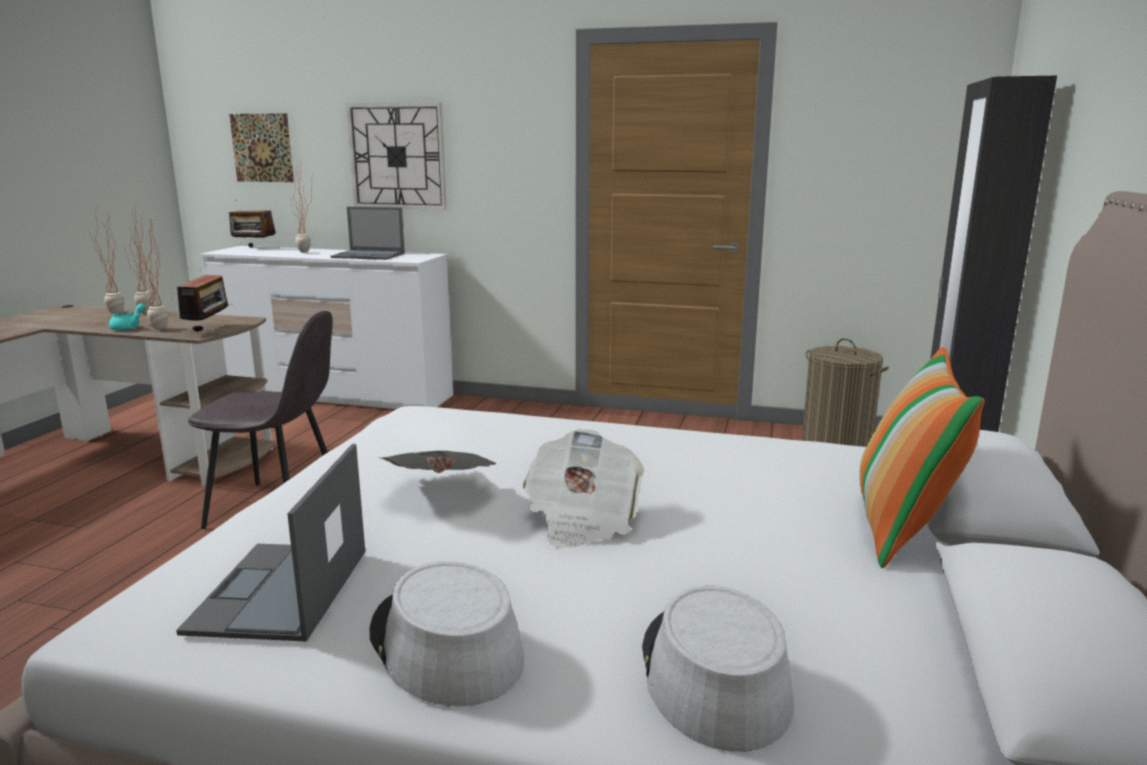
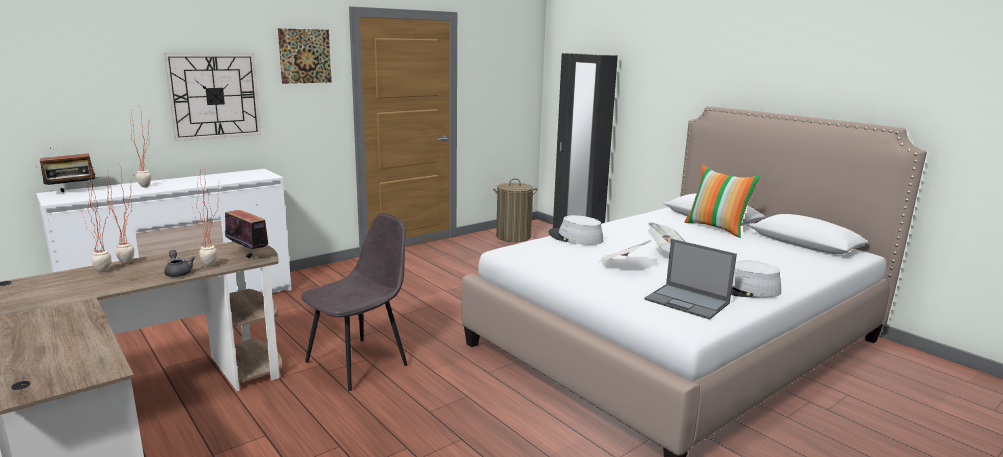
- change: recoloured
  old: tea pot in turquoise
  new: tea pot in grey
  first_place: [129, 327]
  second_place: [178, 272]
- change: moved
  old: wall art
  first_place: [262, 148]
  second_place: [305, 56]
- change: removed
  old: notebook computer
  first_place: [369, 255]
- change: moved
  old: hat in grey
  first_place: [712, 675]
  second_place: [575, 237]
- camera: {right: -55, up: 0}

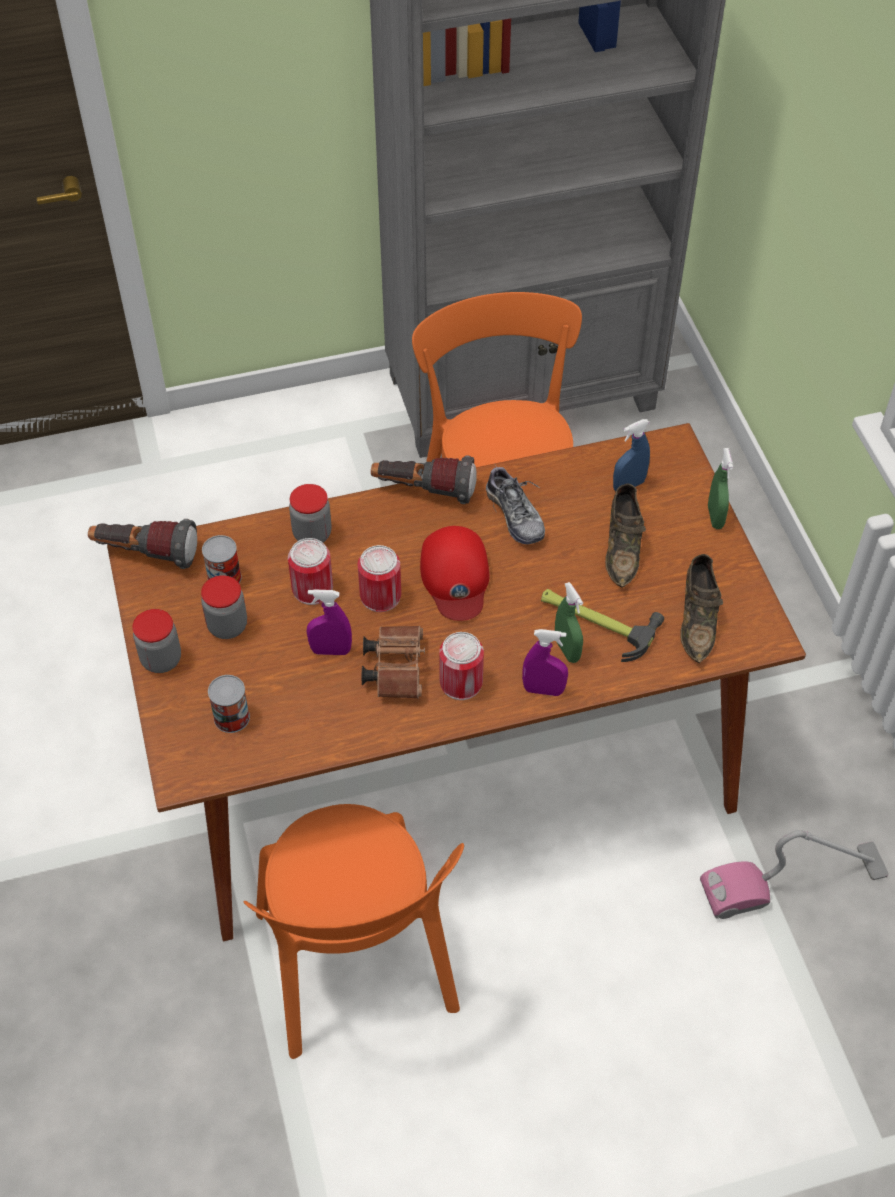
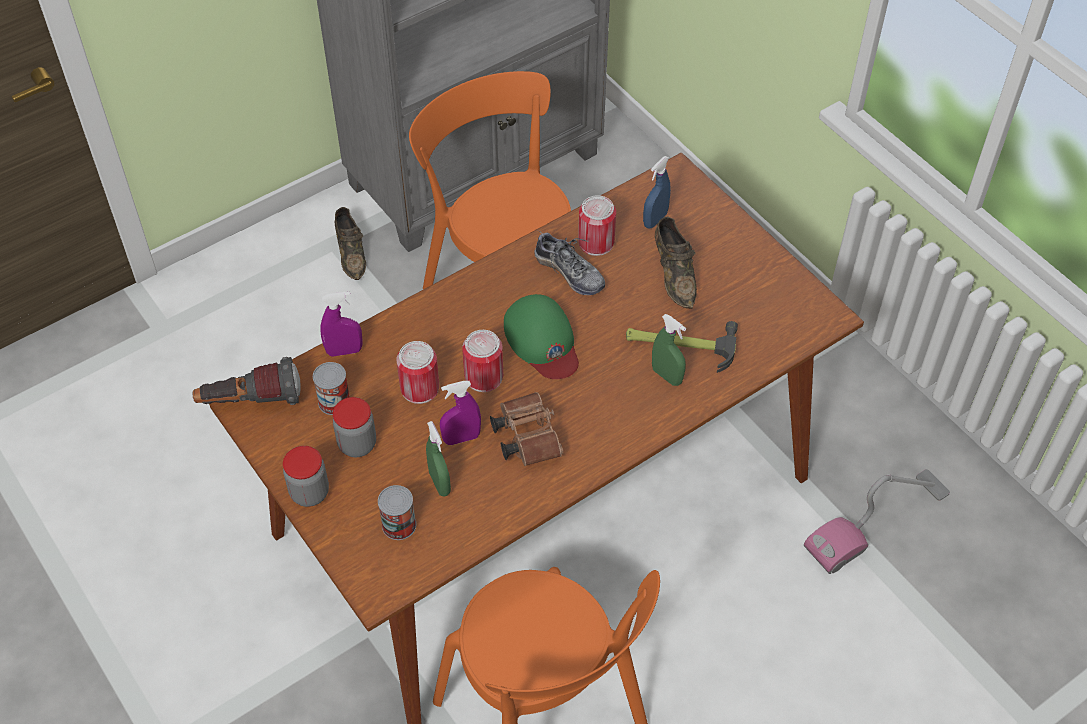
- change: removed
  old: jar
  first_place: [312, 534]
- change: removed
  old: flashlight
  first_place: [423, 491]
- change: recoloured
  old: peaked cap in reddish
  new: peaked cap in green
  first_place: [455, 577]
  second_place: [542, 341]
- change: moved
  old: metal can
  first_place: [461, 682]
  second_place: [596, 242]
- change: moved
  old: hand sprayer in purple-coloured
  first_place: [543, 690]
  second_place: [344, 351]
- change: moved
  old: low shoe in brownish
  first_place: [697, 620]
  second_place: [351, 254]
- change: moved
  old: hand sprayer in green
  first_place: [715, 517]
  second_place: [439, 483]
- camera: {right: -20, up: 0}

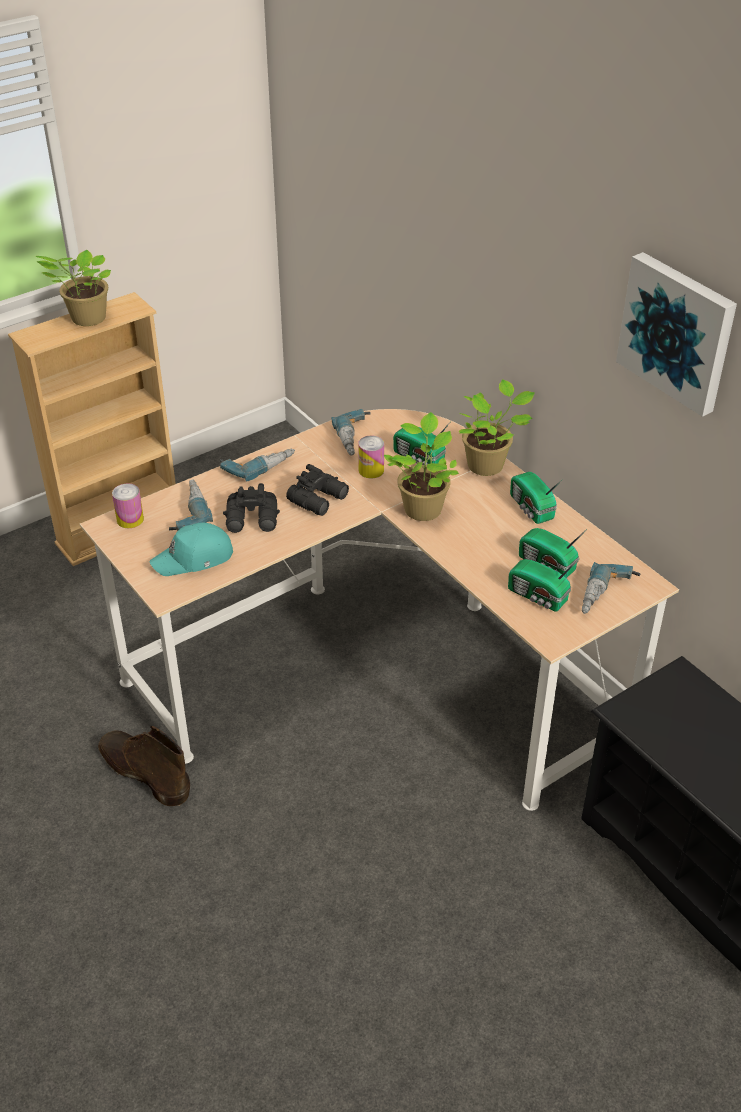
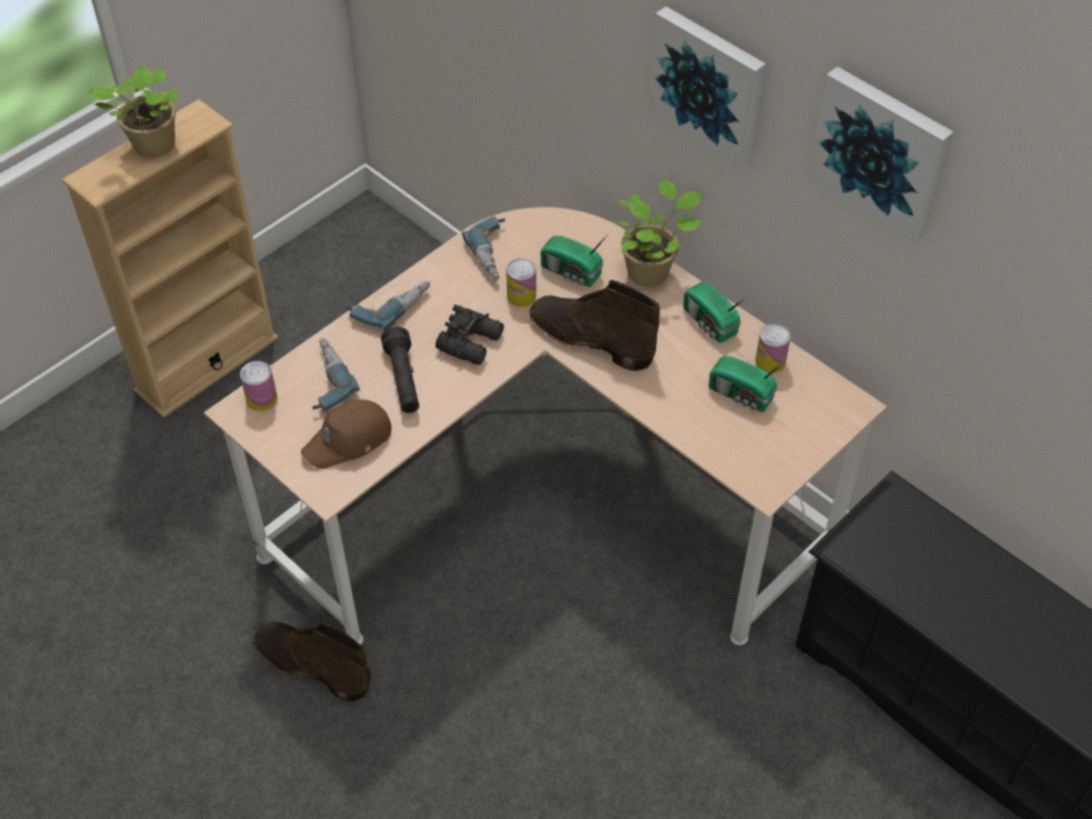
- change: recoloured
  old: peaked cap in turquoise
  new: peaked cap in brownish
  first_place: [194, 558]
  second_place: [349, 440]
- change: replaced
  old: binoculars in blackish
  new: flashlight in blackish
  first_place: [253, 520]
  second_place: [403, 380]
- change: replaced
  old: plant in a pot
  new: high-top boot in brownish
  first_place: [423, 507]
  second_place: [590, 338]
- change: removed
  old: radio
  first_place: [538, 597]
- change: removed
  old: drill
  first_place: [608, 597]
- change: added
  new: wall art
  second_place: [709, 85]
- change: added
  new: metal can
  second_place: [770, 361]
- camera: {right: -10, up: 10}

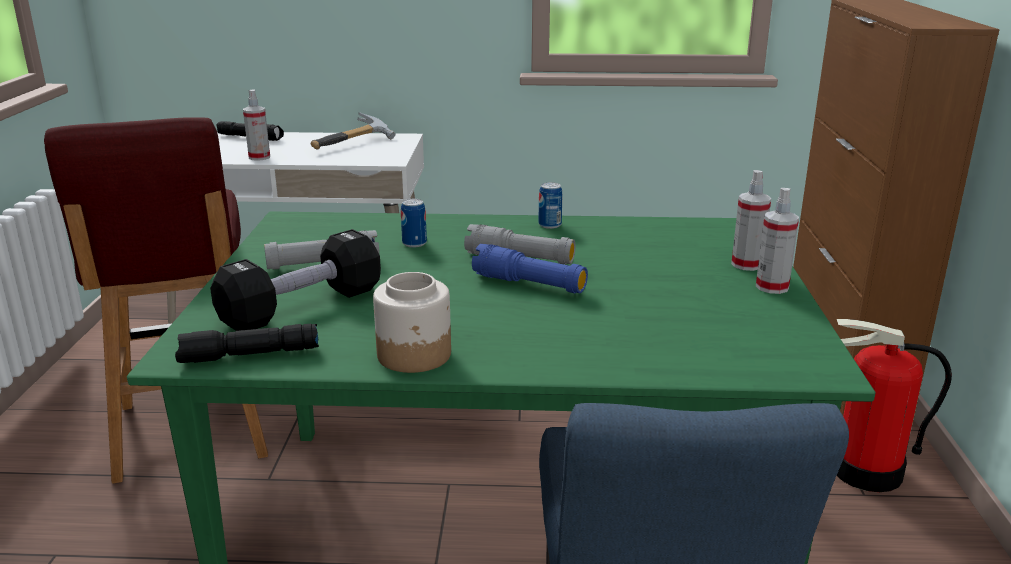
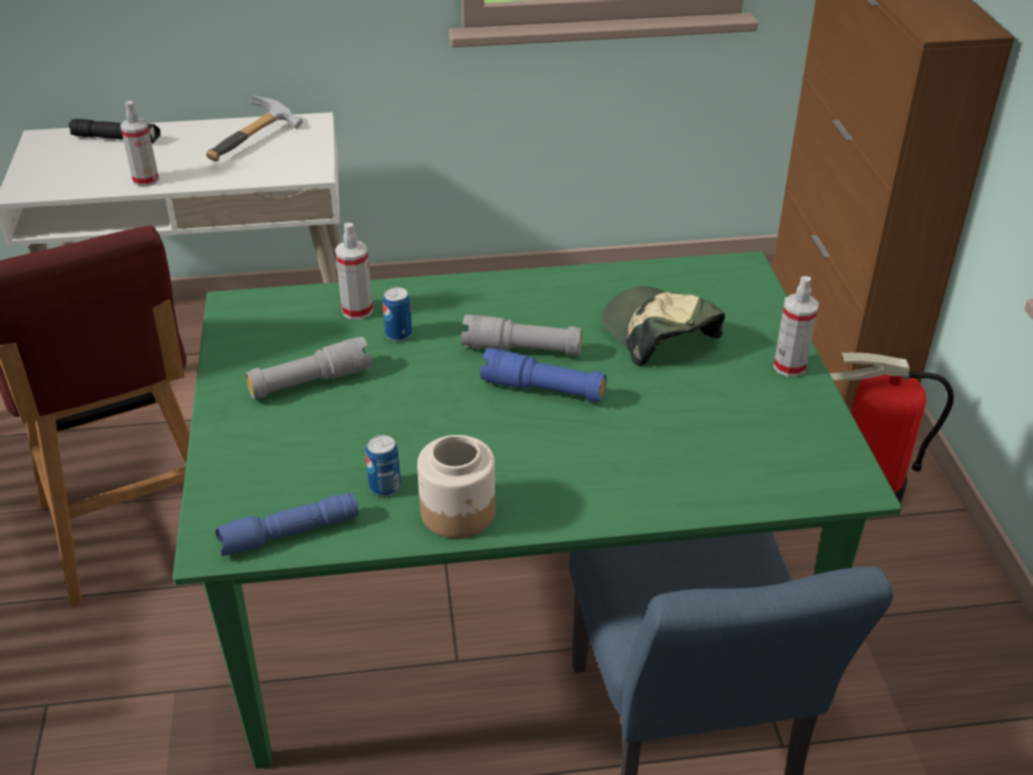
- change: recoloured
  old: flashlight in blackish
  new: flashlight in blue-coloured
  first_place: [248, 356]
  second_place: [289, 534]
- change: removed
  old: hand weight in blackish
  first_place: [302, 307]
- change: moved
  old: metal can
  first_place: [550, 225]
  second_place: [385, 487]
- change: moved
  old: hand sprayer
  first_place: [746, 264]
  second_place: [357, 310]
- change: added
  new: peaked cap
  second_place: [658, 333]
- camera: {right: -10, up: 15}

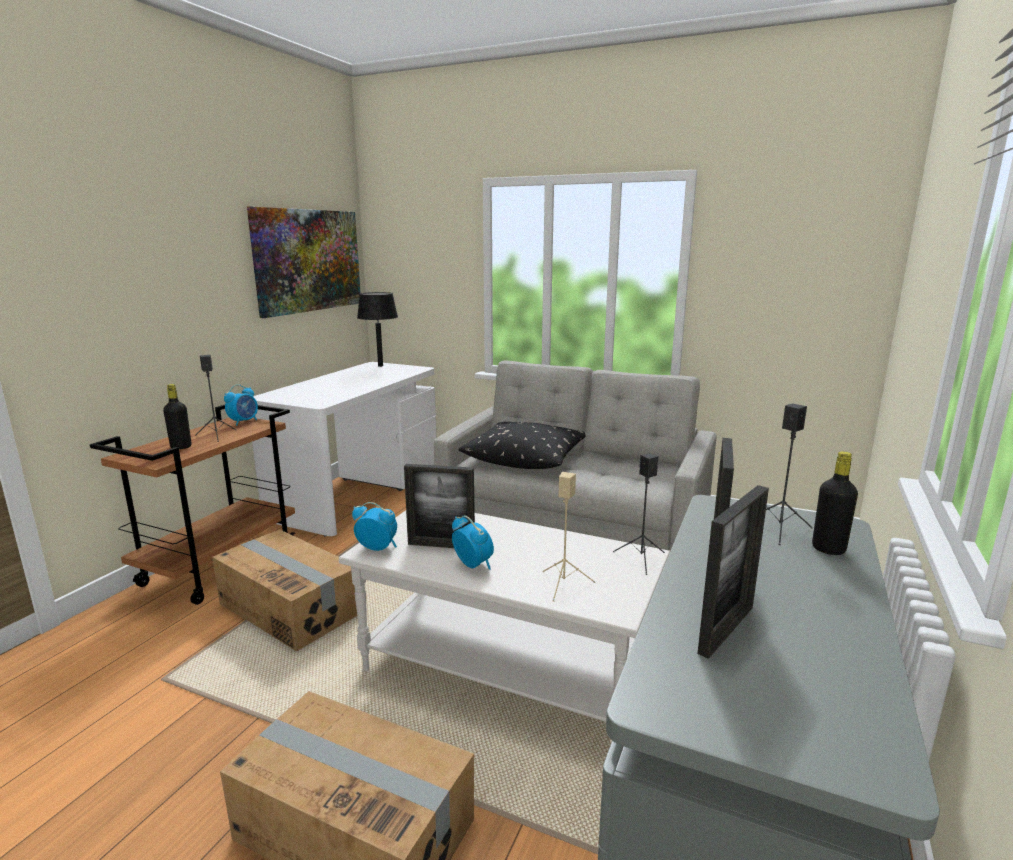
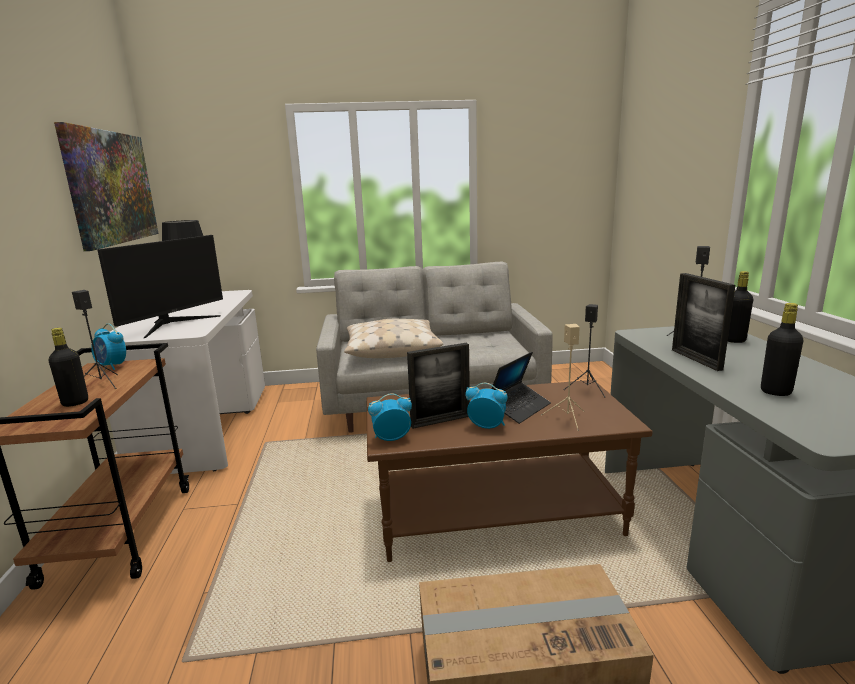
- change: removed
  old: carton
  first_place: [291, 608]
- change: turned
  old: table clock
  first_place: [244, 422]
  second_place: [112, 366]
  degrees: 120
- change: recoloured
  old: low table in whitish
  new: low table in brownish
  first_place: [508, 668]
  second_place: [497, 513]
- change: recoloured
  old: pillow in blackish
  new: pillow in sand-coloured
  first_place: [525, 457]
  second_place: [391, 349]
- change: replaced
  old: standing frame
  new: drink bottle in blackish
  first_place: [726, 629]
  second_place: [775, 392]
- change: added
  new: computer display
  second_place: [172, 324]
- change: added
  new: notebook computer
  second_place: [519, 408]
- camera: {right: -30, up: 0}

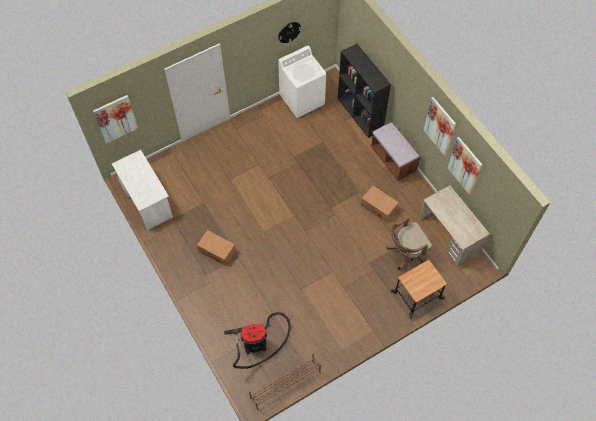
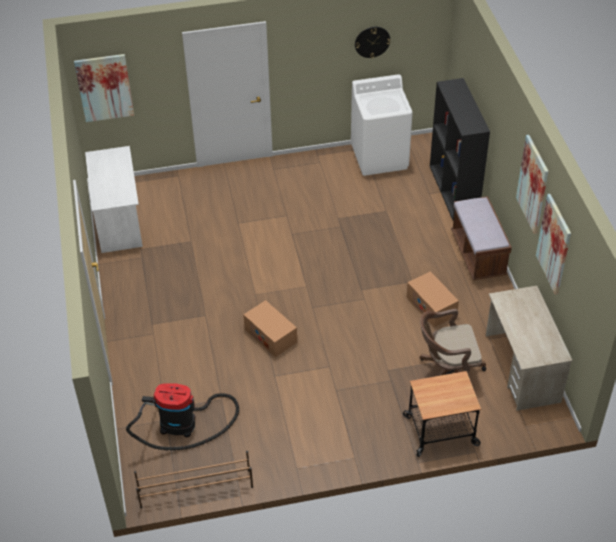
- change: moved
  old: carton
  first_place: [217, 251]
  second_place: [270, 335]
- camera: {right: 20, up: -15}

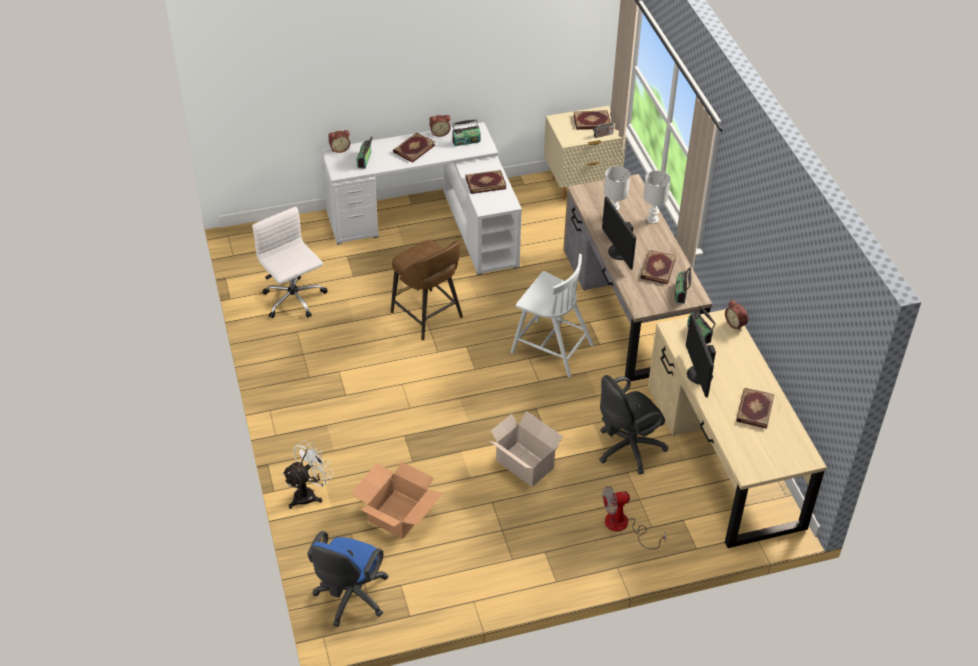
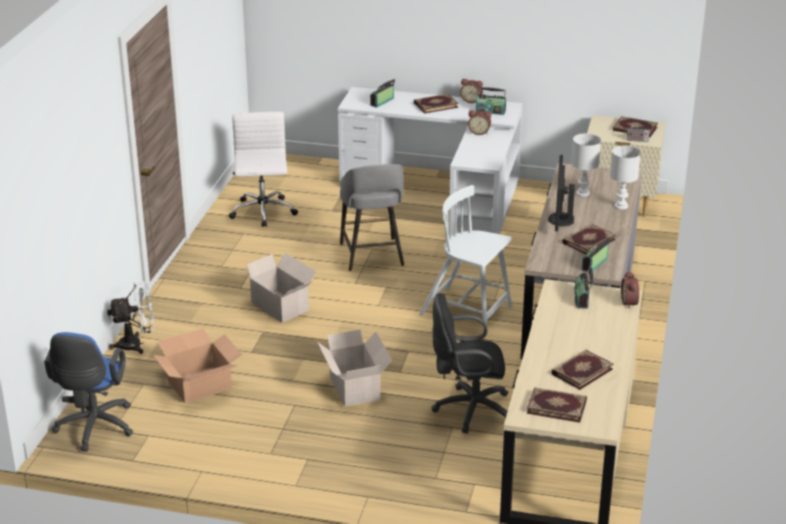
- change: turned
  old: desk chair in blue-coloured
  first_place: [350, 598]
  second_place: [94, 429]
  degrees: -45
- change: moved
  old: table clock
  first_place: [339, 149]
  second_place: [479, 132]
- change: recoloured
  old: sitting stool in brownish
  new: sitting stool in grey
  first_place: [428, 316]
  second_place: [372, 256]
- change: moved
  old: volume
  first_place: [485, 182]
  second_place: [557, 406]
- change: turned
  old: upright chair in whitish
  first_place: [550, 348]
  second_place: [467, 312]
  degrees: 150
- change: removed
  old: electric fan
  first_place: [624, 526]
- change: removed
  old: computer display
  first_place: [698, 375]
- change: added
  new: carton
  second_place: [280, 307]
- camera: {right: 30, up: -15}

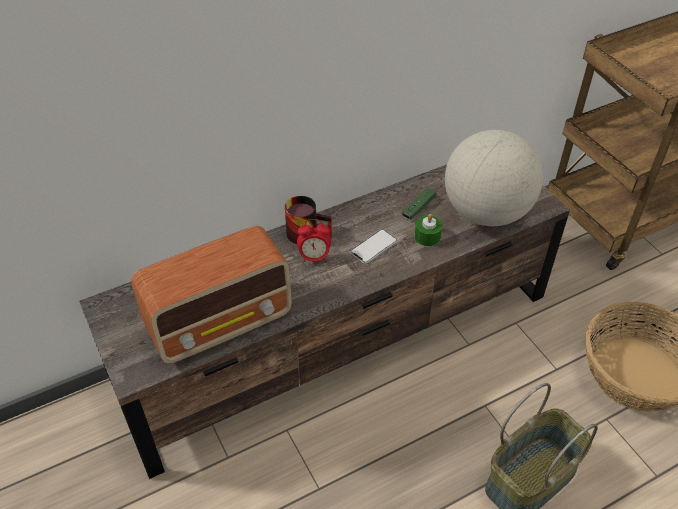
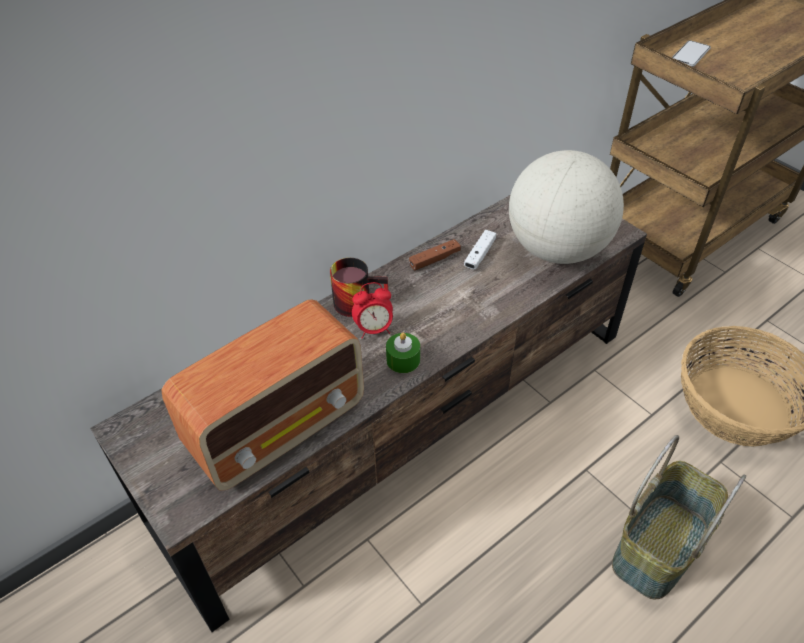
- change: moved
  old: telephone
  first_place: [373, 247]
  second_place: [690, 55]
- change: recoloured
  old: game controller in green
  new: game controller in whitish
  first_place: [418, 208]
  second_place: [480, 255]
- change: moved
  old: wax candle in green
  first_place: [427, 236]
  second_place: [403, 360]
- change: added
  new: game controller in brownish
  second_place: [434, 259]
- camera: {right: -10, up: 0}

